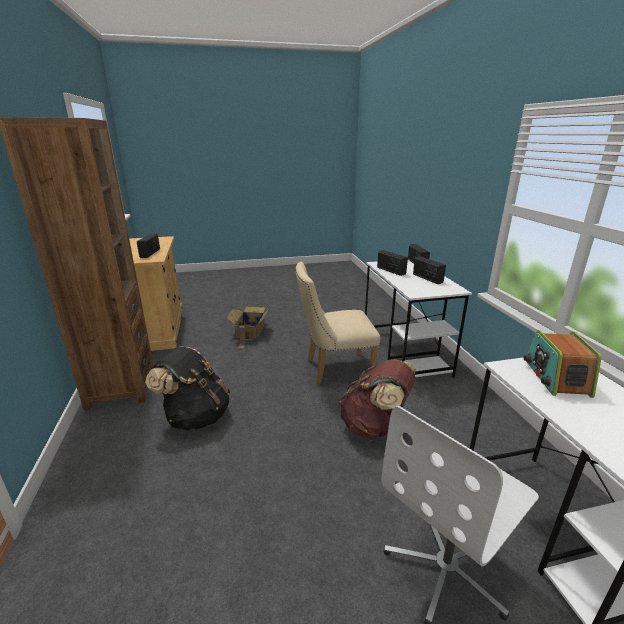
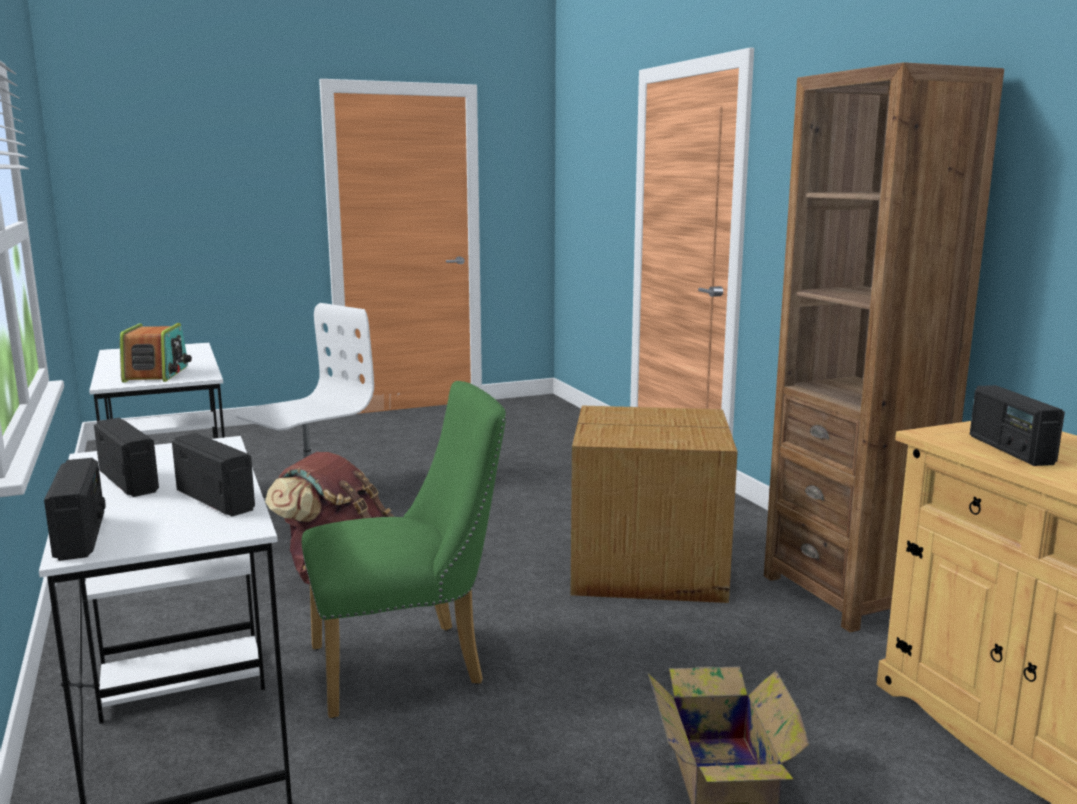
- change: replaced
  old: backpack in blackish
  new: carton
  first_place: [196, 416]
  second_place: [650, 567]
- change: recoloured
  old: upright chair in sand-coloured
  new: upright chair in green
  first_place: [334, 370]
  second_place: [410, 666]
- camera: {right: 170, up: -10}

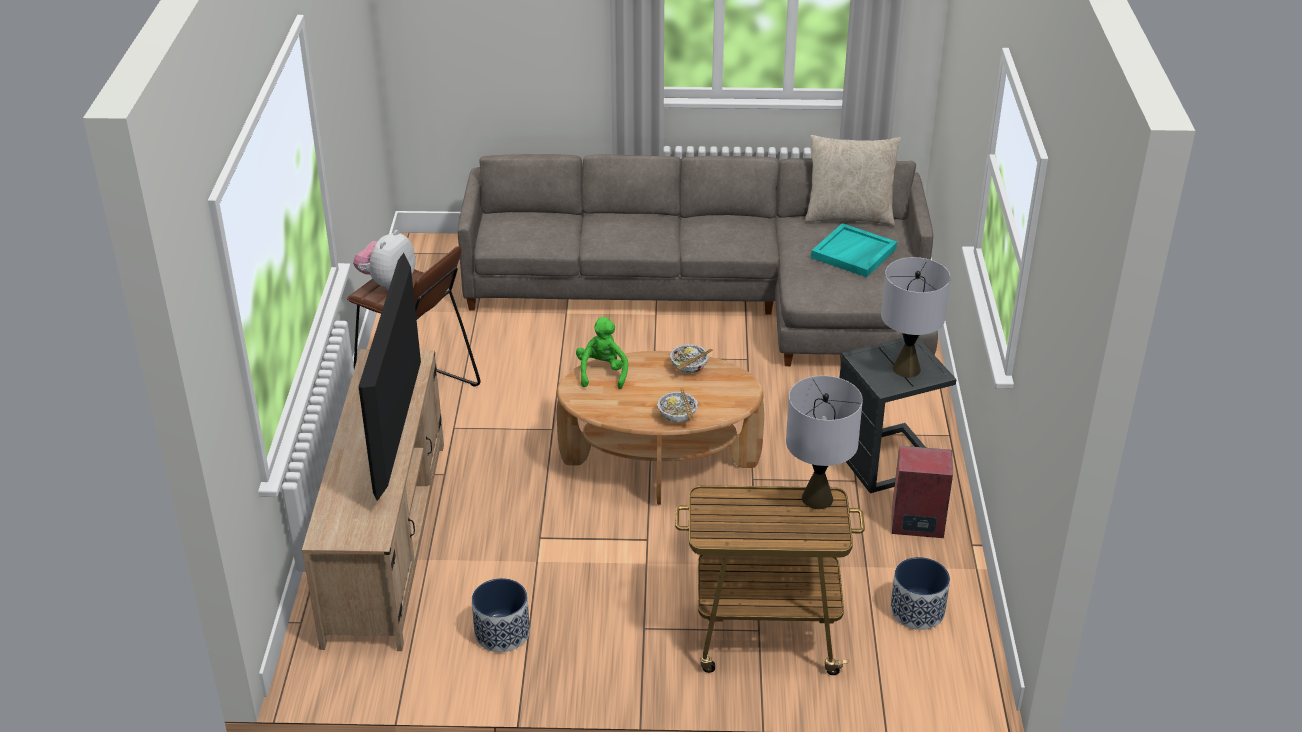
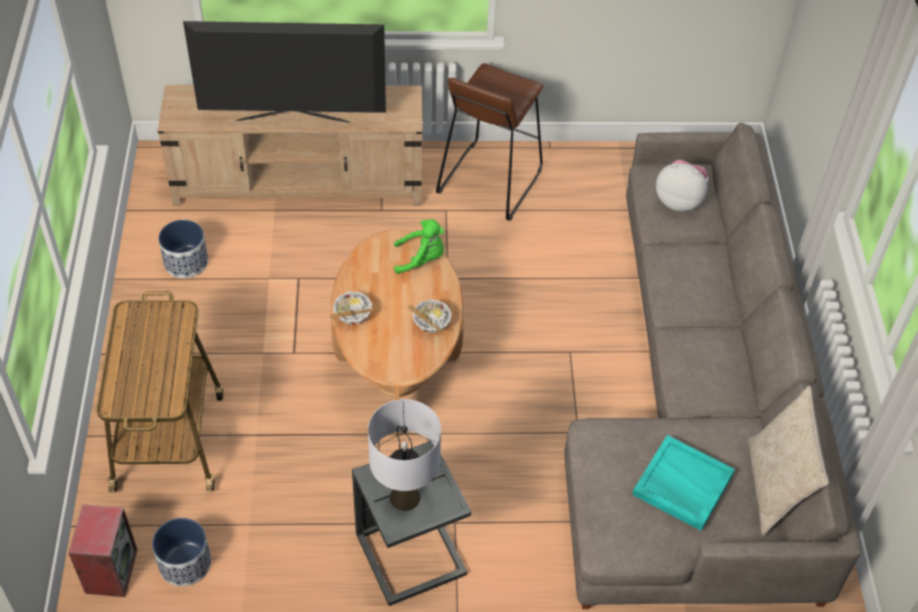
- change: moved
  old: soft toy
  first_place: [388, 283]
  second_place: [679, 200]
- change: removed
  old: lamp for a table in grey
  first_place: [817, 498]
- change: moved
  old: loudspeaker
  first_place: [916, 523]
  second_place: [111, 570]
- camera: {right: 85, up: 15}

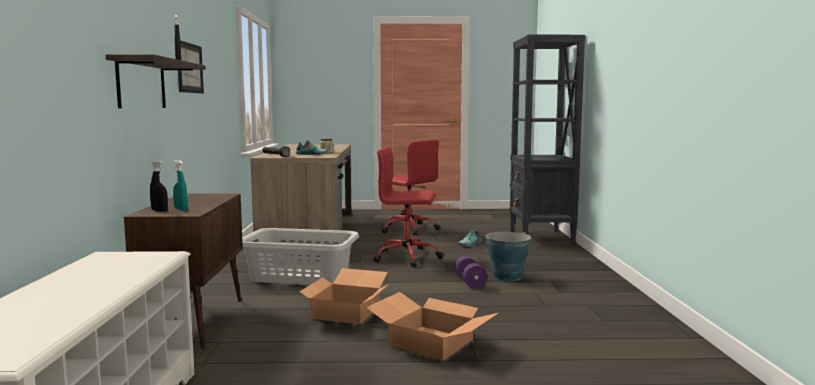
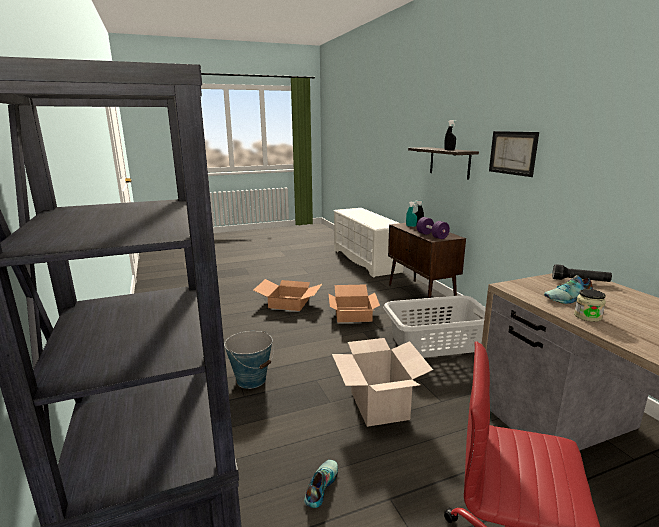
- change: replaced
  old: desk chair in reddish
  new: carton
  first_place: [408, 257]
  second_place: [379, 405]
- change: moved
  old: hand weight in purple-coloured
  first_place: [470, 282]
  second_place: [432, 236]
- camera: {right: 160, up: 10}

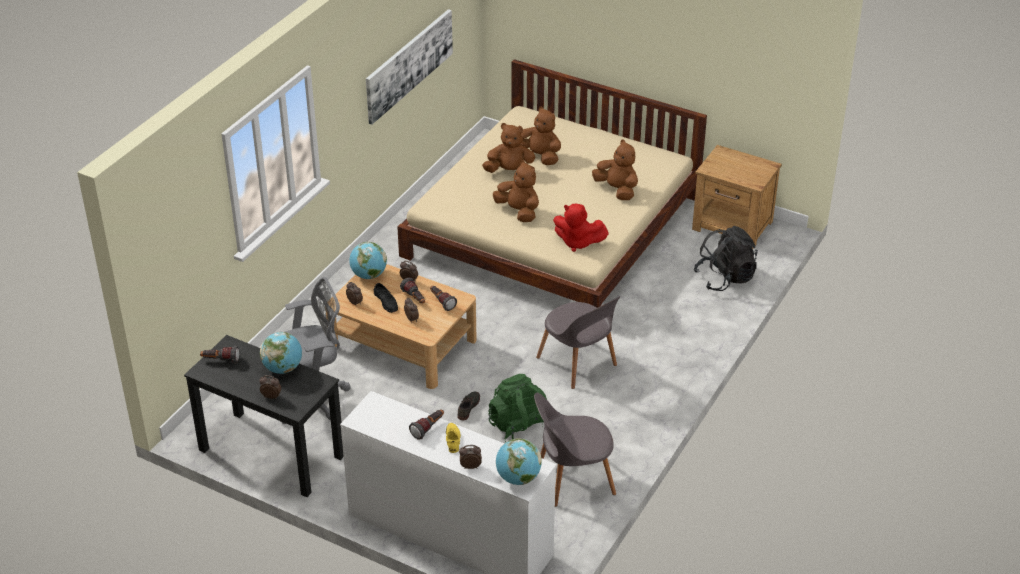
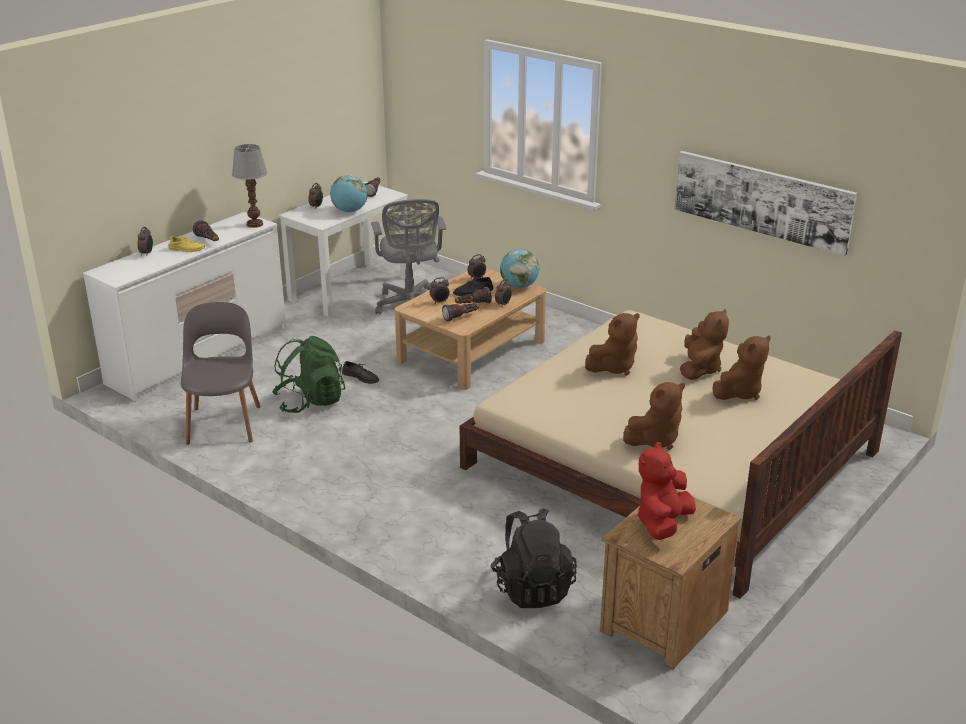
- change: recoloured
  old: desk table in blackish
  new: desk table in whitish
  first_place: [271, 452]
  second_place: [350, 288]
- change: removed
  old: world globe
  first_place: [518, 478]
- change: removed
  old: upright chair in grey
  first_place: [578, 363]
- change: moved
  old: soft toy in reddish
  first_place: [577, 242]
  second_place: [662, 523]
- change: added
  new: lamp for a table
  second_place: [254, 224]
- camera: {right: 100, up: -10}

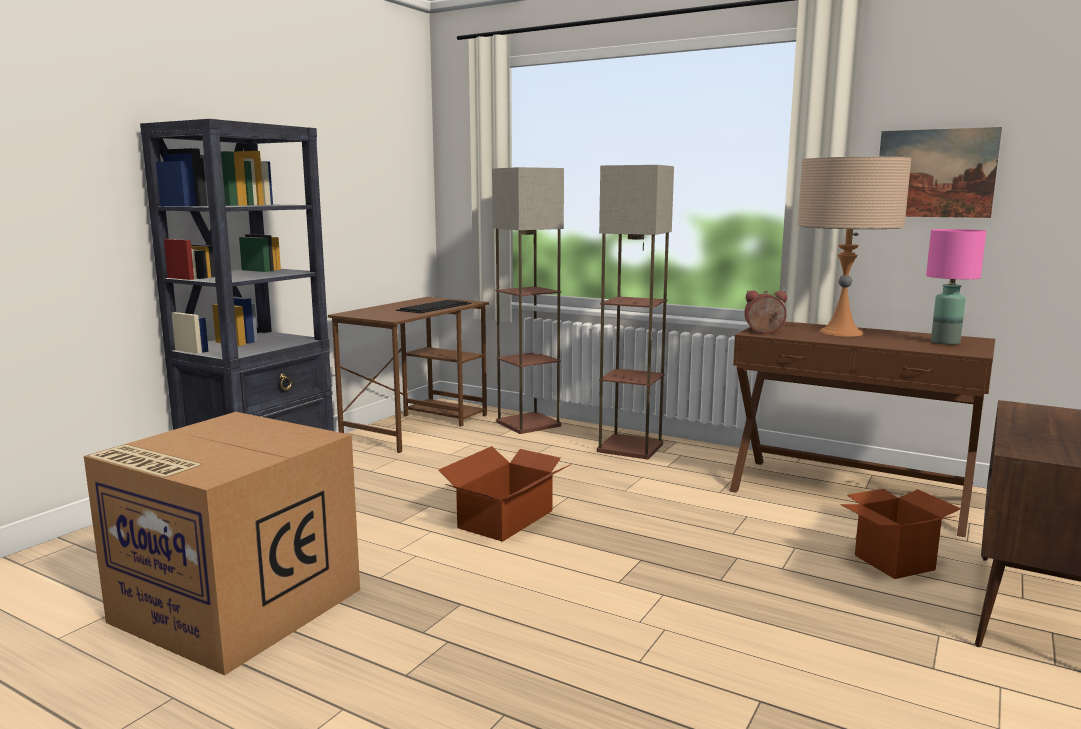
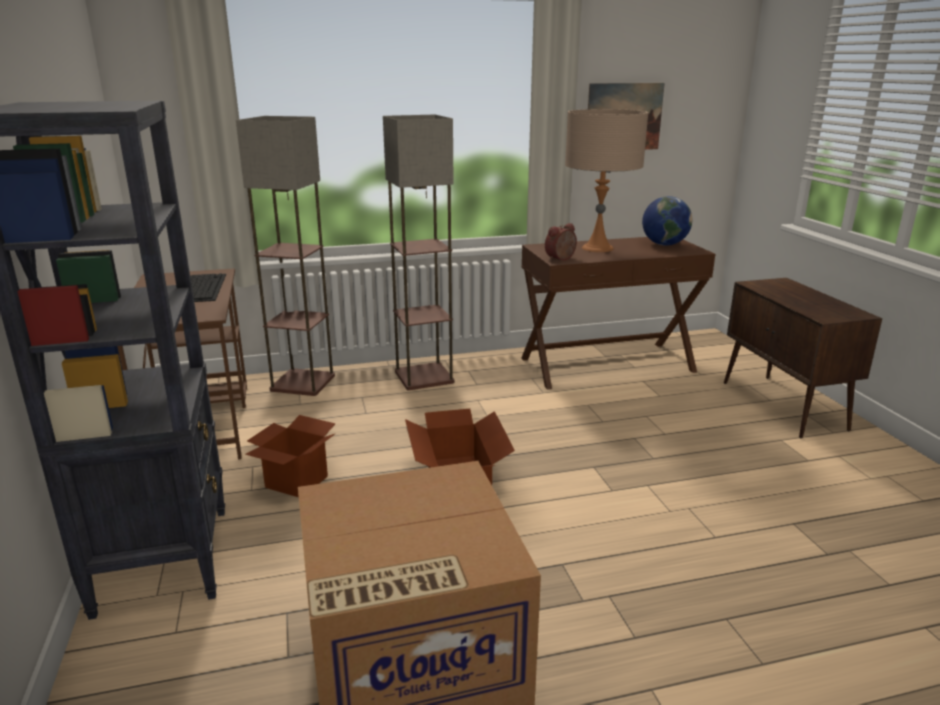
- change: moved
  old: carton
  first_place: [894, 562]
  second_place: [297, 482]
- change: replaced
  old: lamp for a table in pink
  new: world globe
  first_place: [945, 342]
  second_place: [664, 244]
- camera: {right: -45, up: 10}

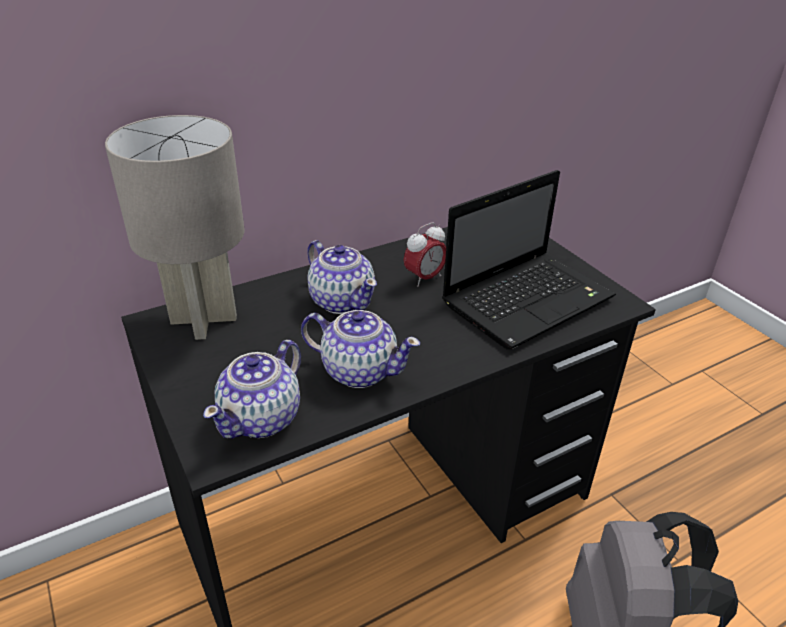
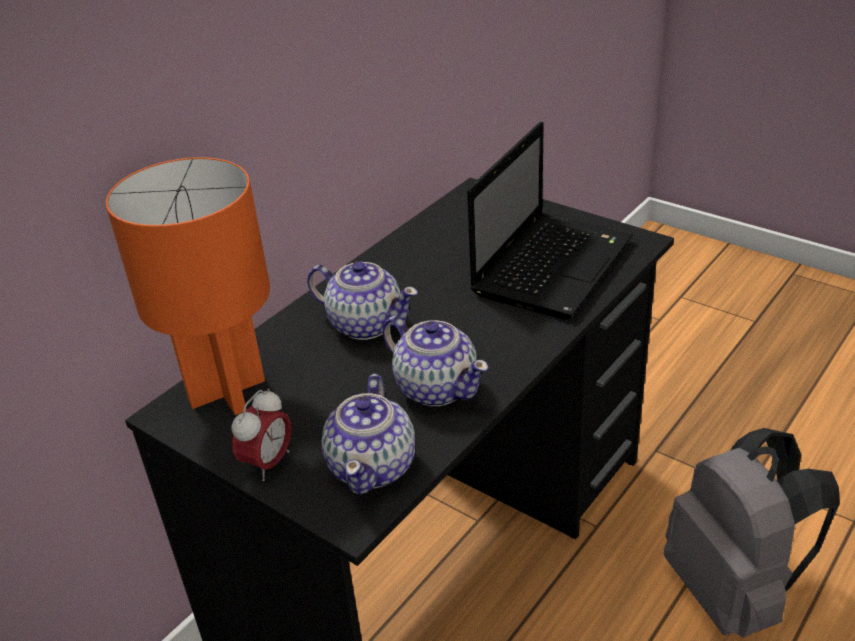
- change: recoloured
  old: lamp for a table in grey
  new: lamp for a table in orangey
  first_place: [204, 320]
  second_place: [229, 392]
- change: turned
  old: tea pot
  first_place: [359, 370]
  second_place: [436, 387]
  degrees: 45
- change: moved
  old: table clock
  first_place: [424, 278]
  second_place: [268, 463]
- camera: {right: -20, up: 0}

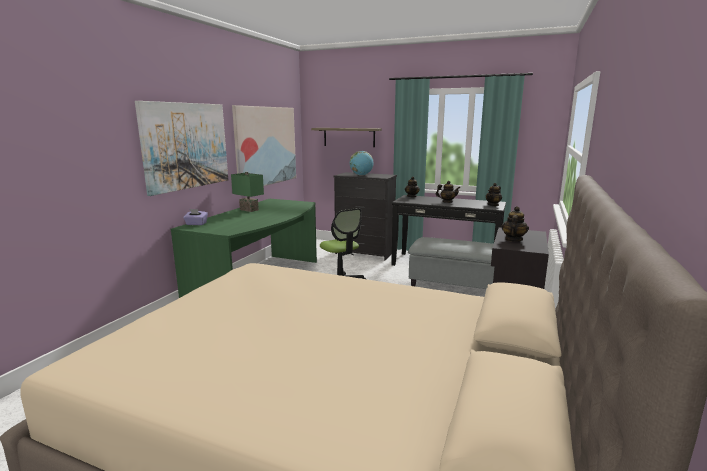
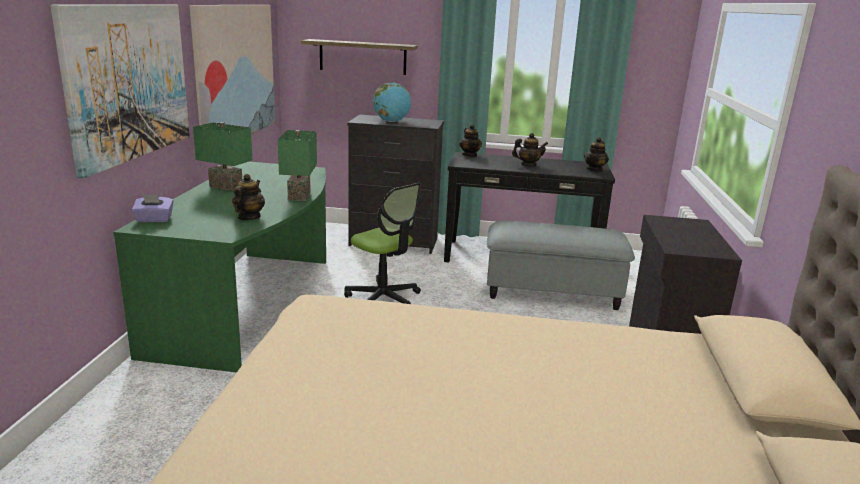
- change: moved
  old: tea pot
  first_place: [513, 240]
  second_place: [248, 217]
- change: added
  new: lamp for a table in green
  second_place: [297, 196]
- camera: {right: -15, up: 5}

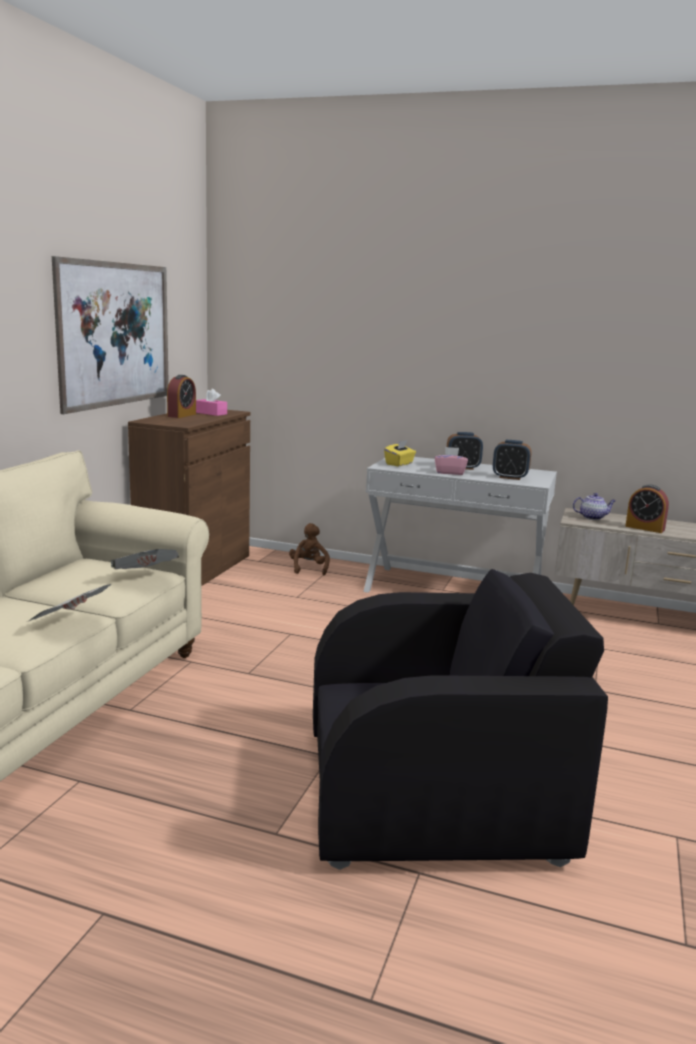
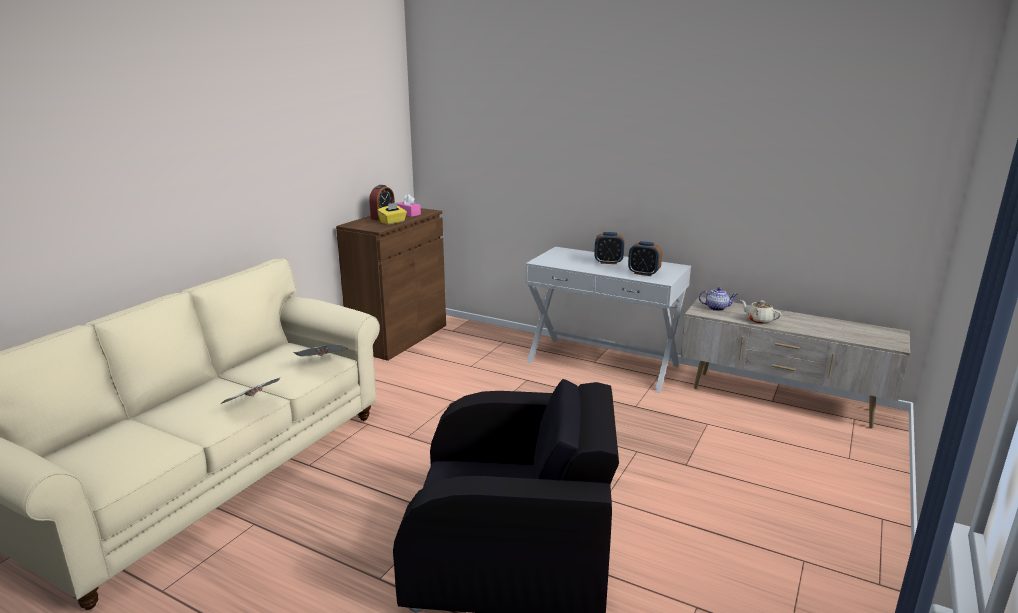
- change: removed
  old: wall art
  first_place: [116, 334]
- change: removed
  old: soft toy in brownish
  first_place: [309, 568]
- change: moved
  old: tissue box in yellowish
  first_place: [399, 464]
  second_place: [392, 222]
- change: removed
  old: tissue box in pink
  first_place: [450, 472]
- change: replaced
  old: table clock
  new: tea pot in sand-coloured
  first_place: [645, 528]
  second_place: [758, 320]
- camera: {right: 10, up: 5}

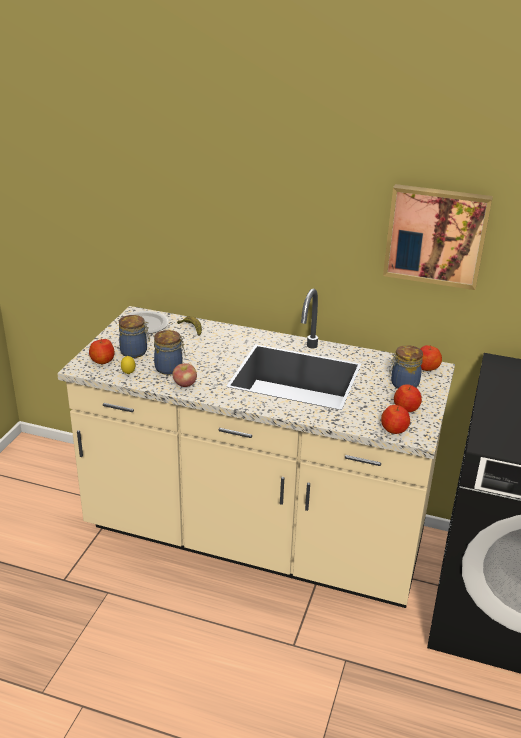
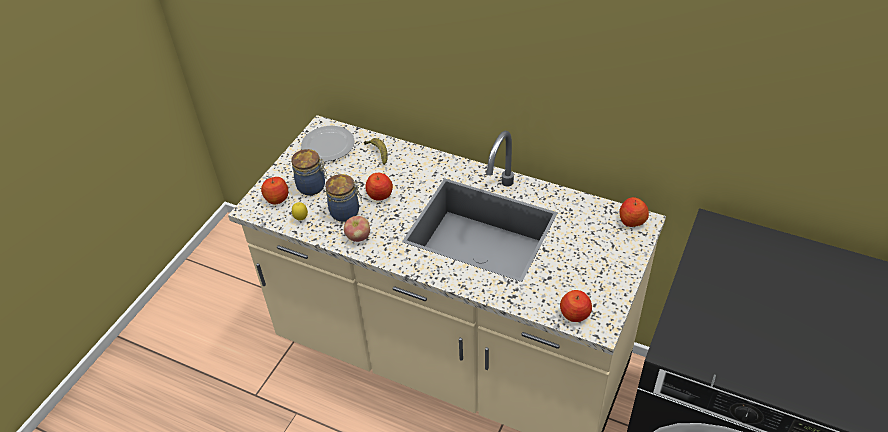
- change: removed
  old: wall art
  first_place: [436, 235]
- change: removed
  old: jar
  first_place: [403, 384]
- change: moved
  old: apple fruit
  first_place: [406, 408]
  second_place: [380, 195]
- camera: {right: 10, up: 15}

